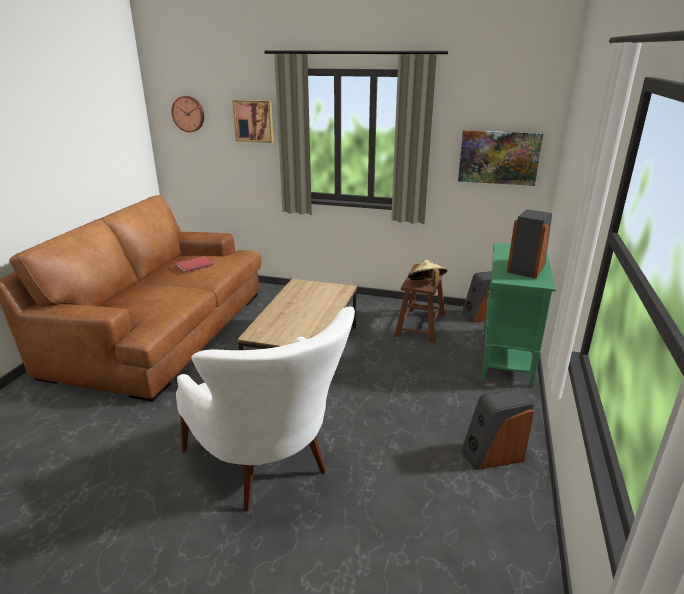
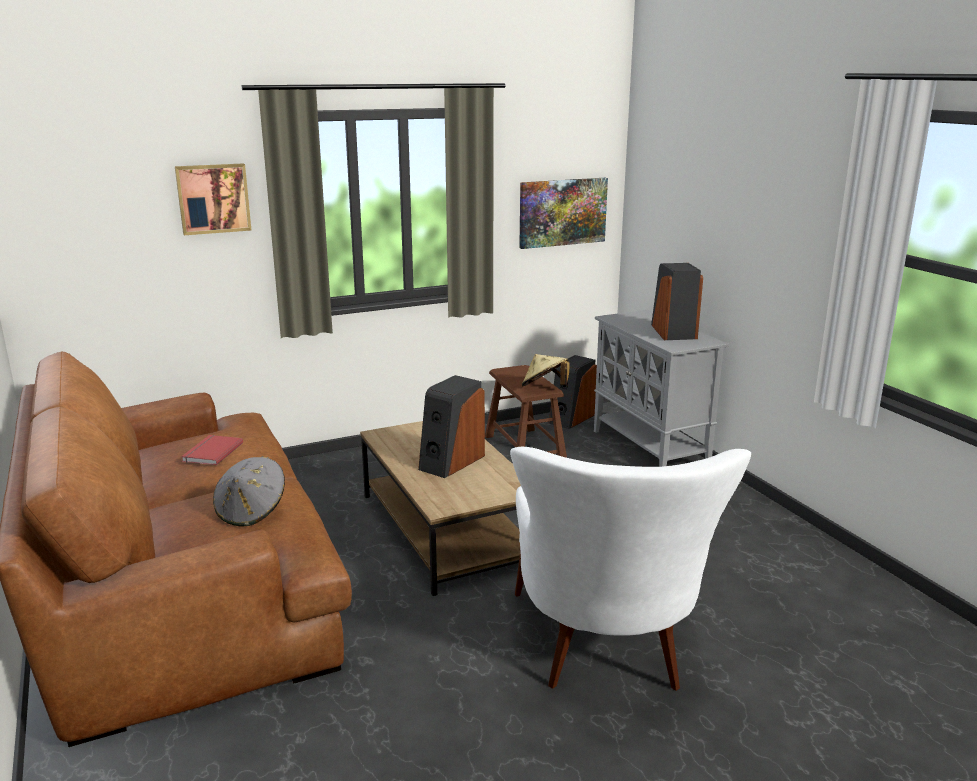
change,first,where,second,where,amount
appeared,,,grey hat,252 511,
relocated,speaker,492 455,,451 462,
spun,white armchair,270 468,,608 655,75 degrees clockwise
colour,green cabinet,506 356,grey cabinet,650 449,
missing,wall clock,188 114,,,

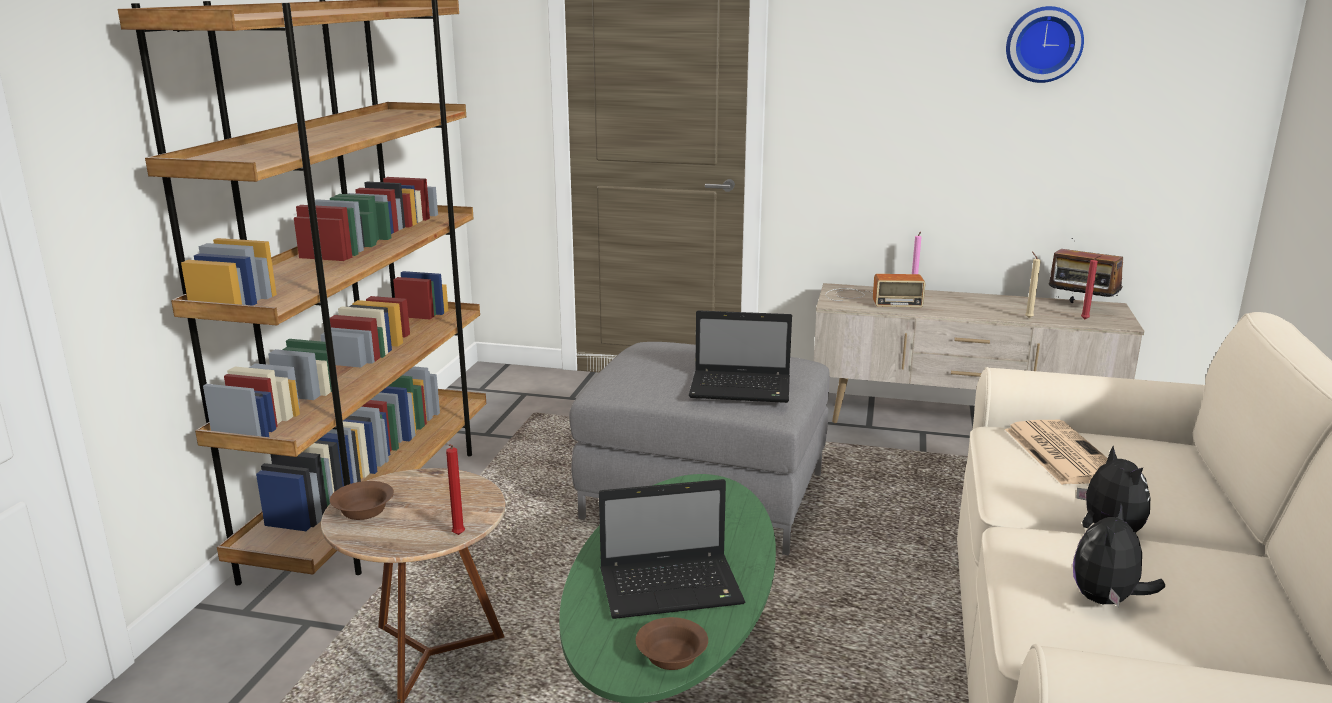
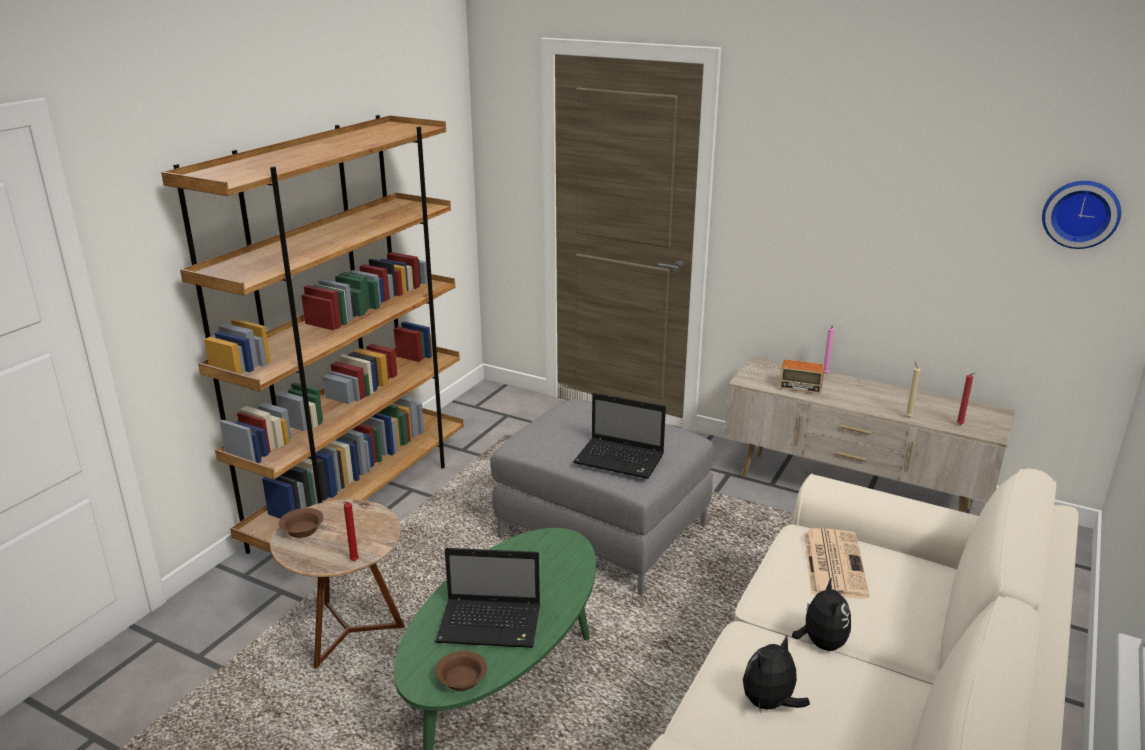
change,first,where,second,where,amount
relocated,wall clock,1043 44,,1081 213,
missing,radio,1081 307,,,

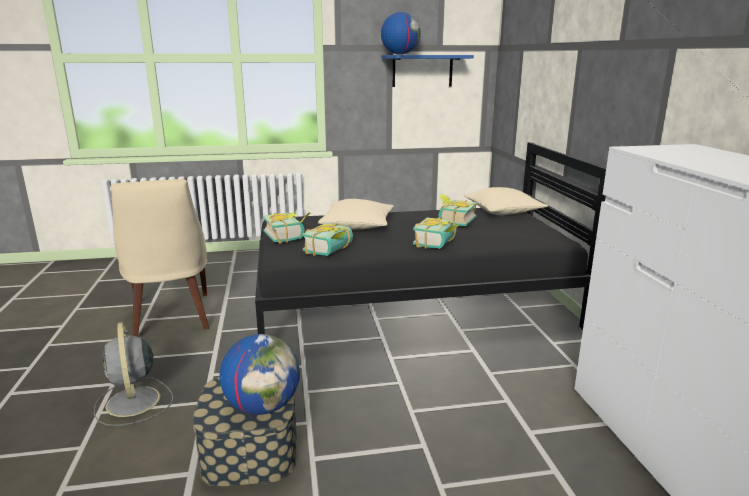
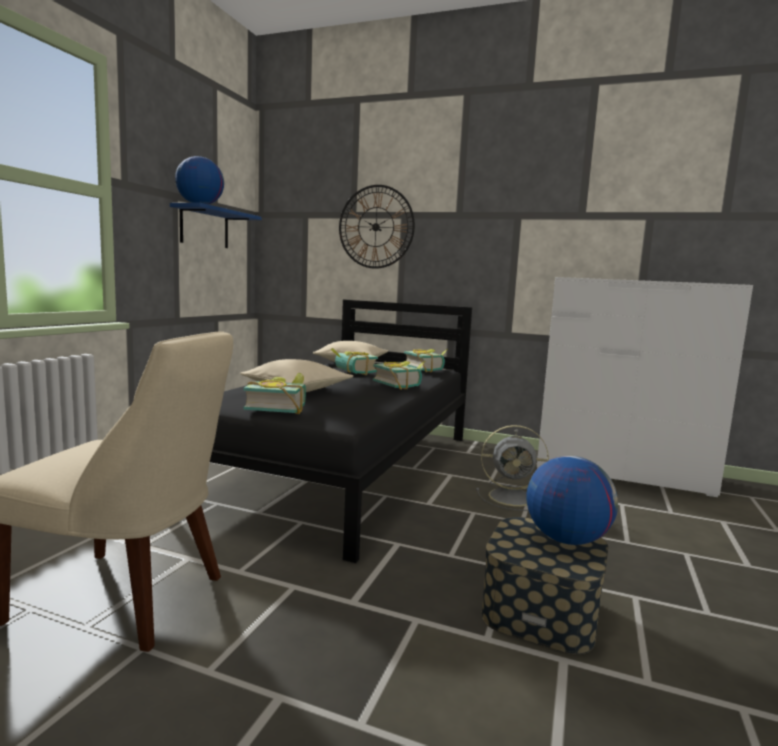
change,first,where,second,where,amount
appeared,,,wall clock,376 227,
relocated,book,332 251,,426 369,
relocated,grey fan,133 403,,513 497,

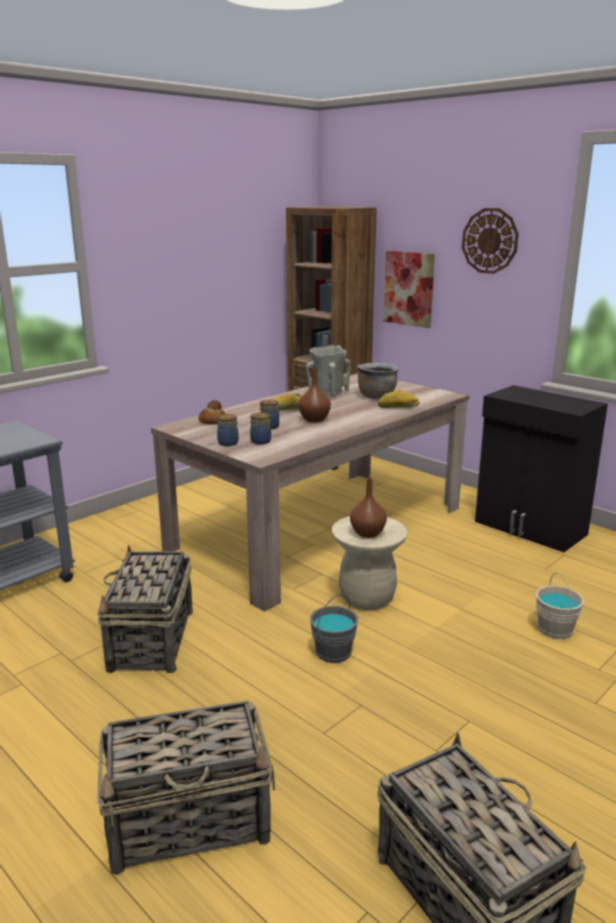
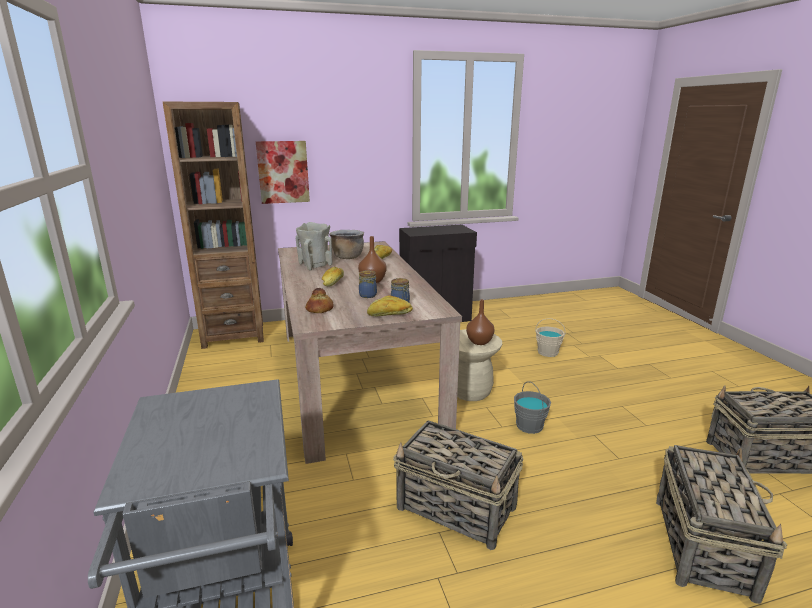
change,first,where,second,where,amount
exchanged,jar,228 443,bread,390 314,
missing,wall clock,490 241,,,

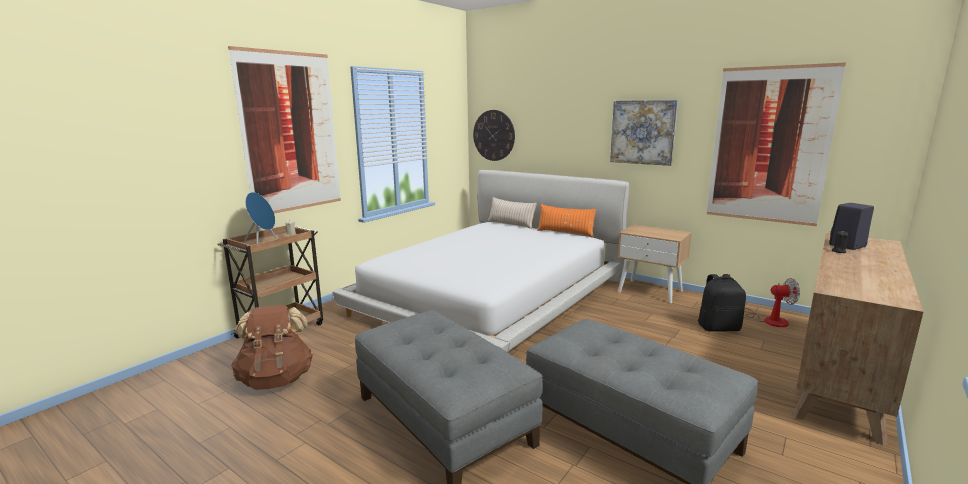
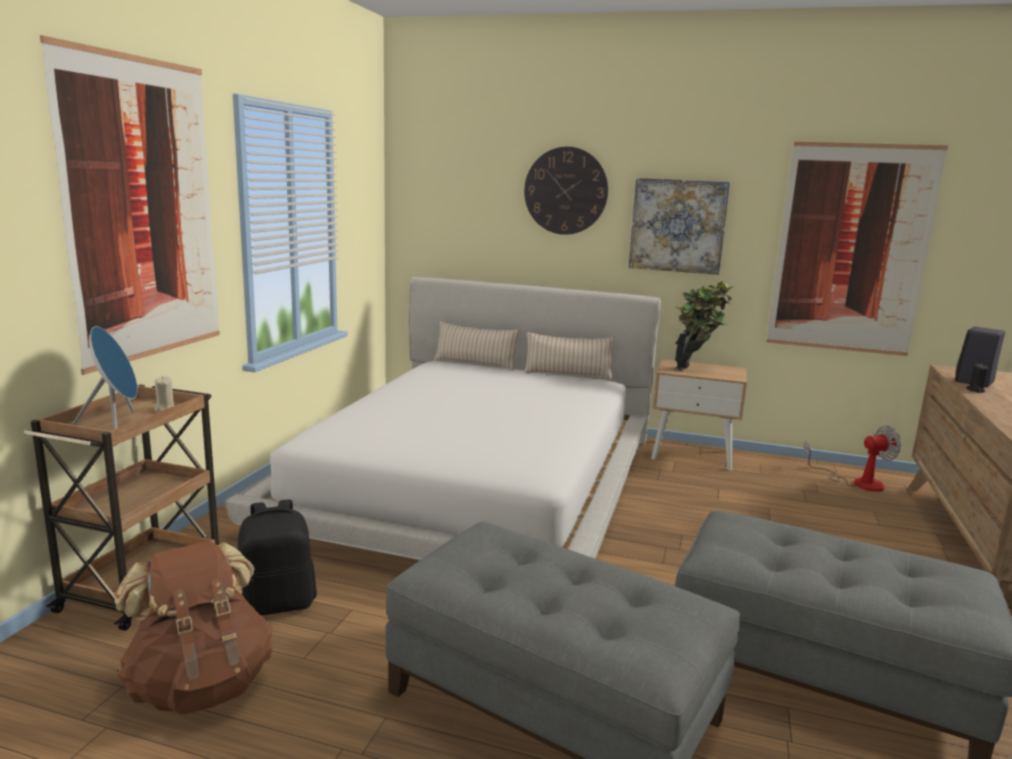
change,first,where,second,where,amount
relocated,black backpack,718 328,,278 603,
relocated,wall clock,494 135,,565 191,
colour,orange pillow,565 232,beige pillow,567 374,
appeared,,,potted plant,695 369,

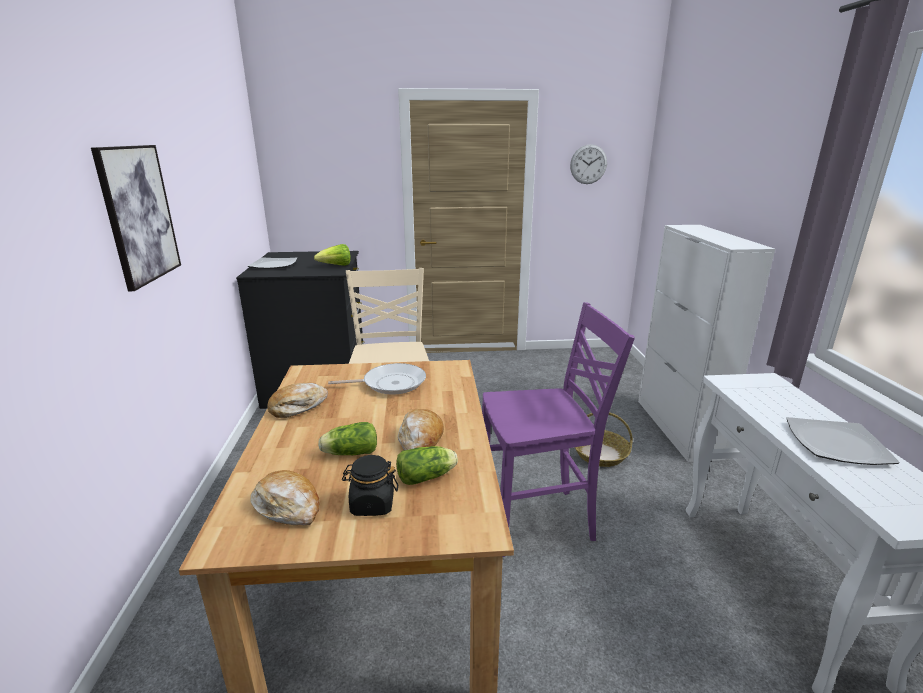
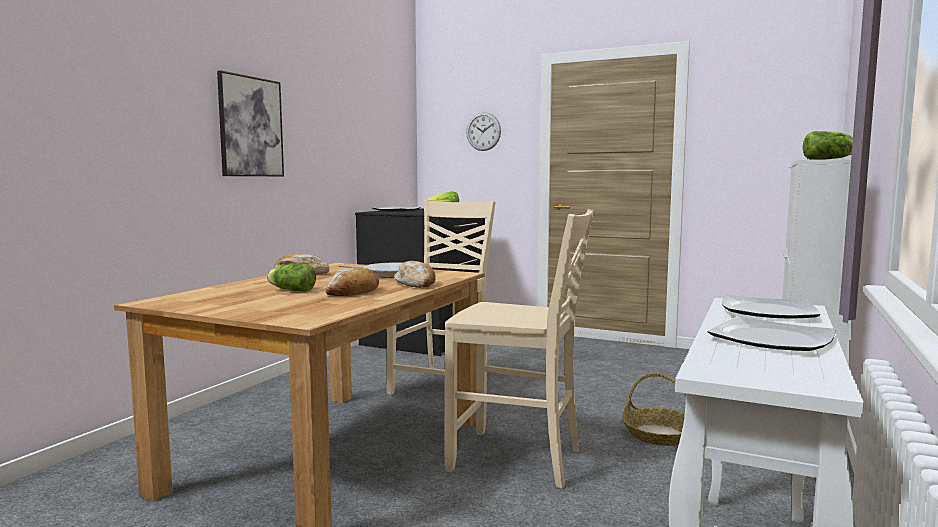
change,first,where,second,where,amount
relocated,bread,288 506,,416 284,
colour,purple chair,538 520,beige chair,518 460,
relocated,wall clock,588 164,,483 131,
appeared,,,plate,769 311,
relocated,lettuce,428 477,,830 159,
missing,black jar,372 504,,,

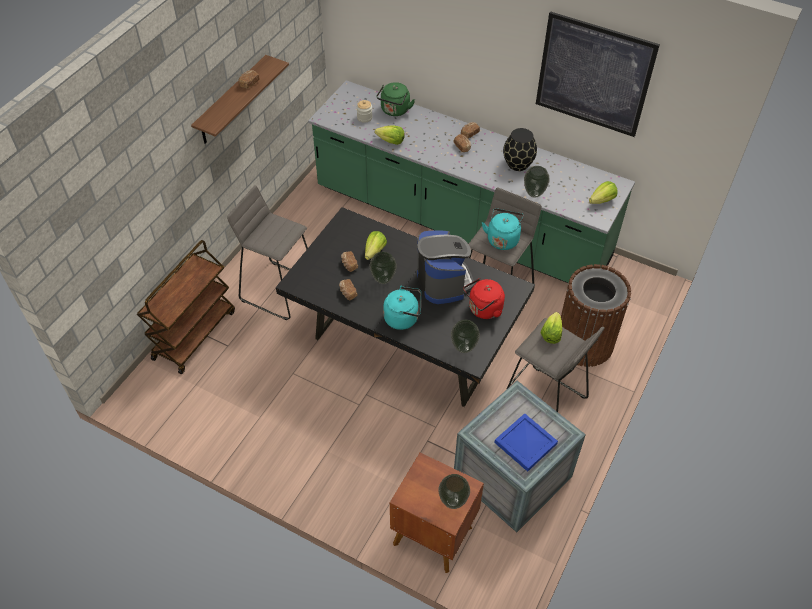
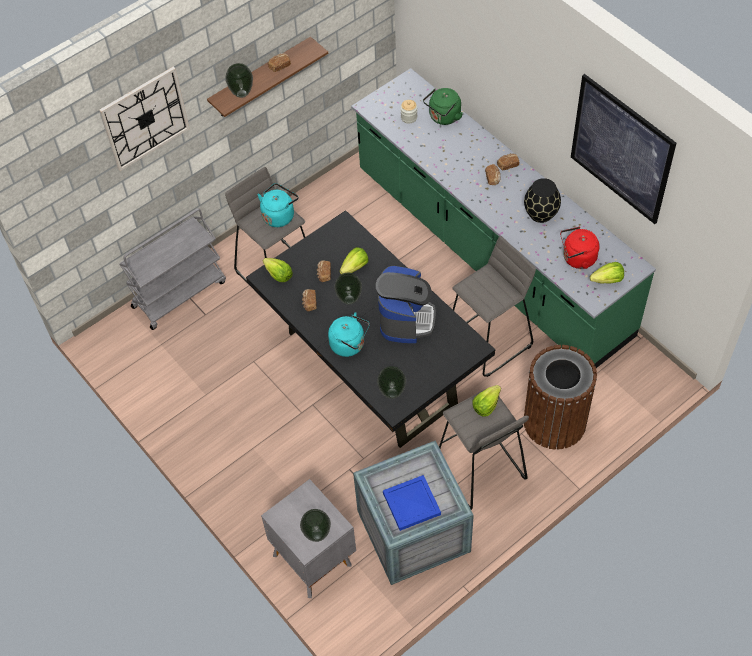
change,first,where,second,where,amount
appeared,,,wall clock,145 118,
colour,brown cart,194 334,grey cart,179 293,
relocated,vase,534 193,,242 93,
relocated,turquoise kettle,502 239,,279 215,
colour,brown nightstand,432 534,grey nightstand,312 558,
relocated,lettuce,391 141,,278 275,
relocated,red kettle,483 310,,577 258,

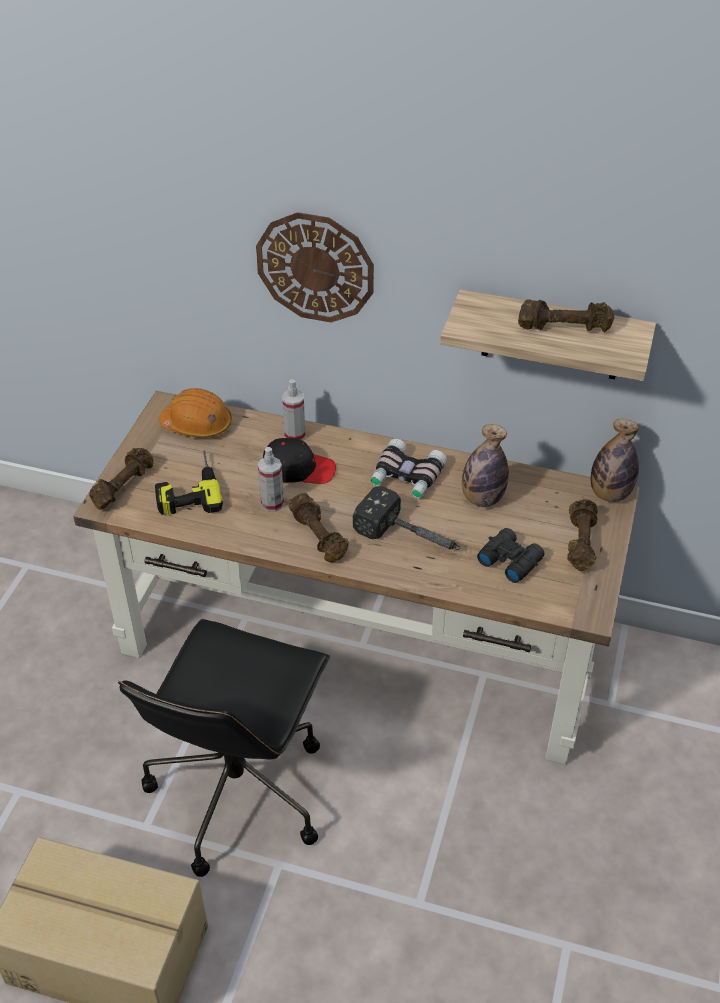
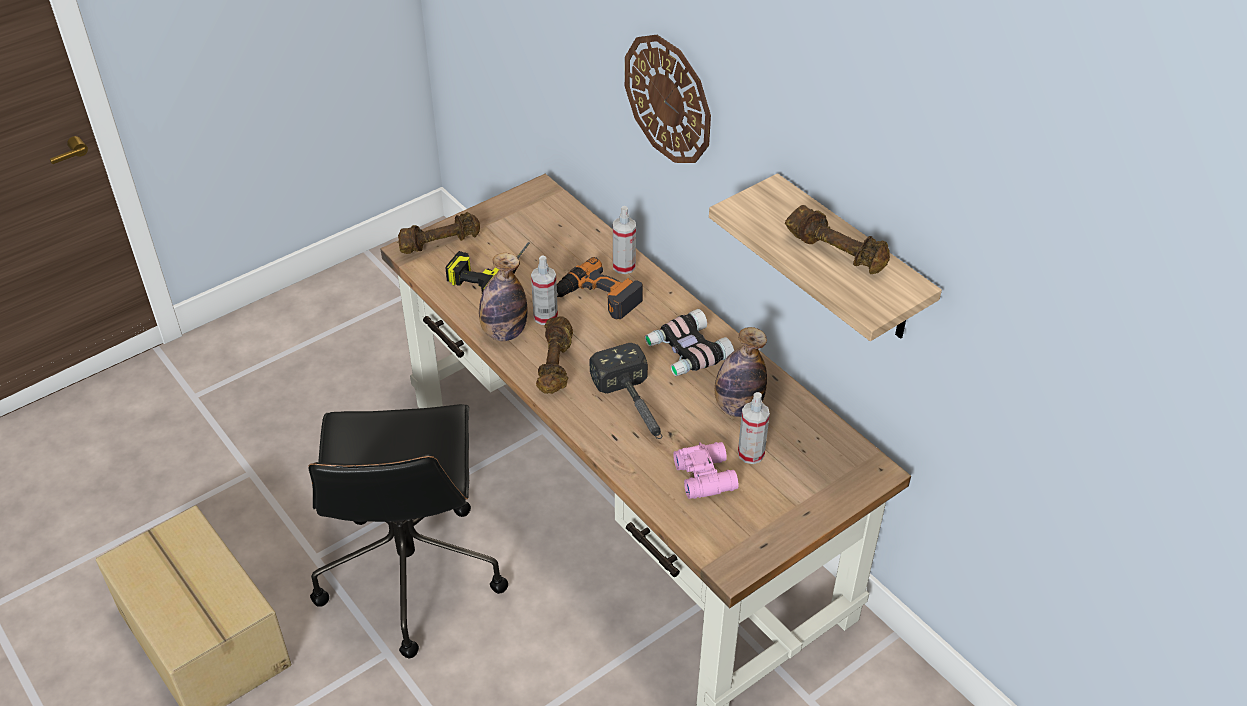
change,first,where,second,where,amount
spun,black office chair,238 789,,409 571,60 degrees counterclockwise
relocated,bottle,609 494,,504 333,
exchanged,black cap,298 469,power drill,597 298,
colour,black binoculars,509 560,pink binoculars,706 475,
appeared,,,spray bottle,751 454,
missing,orange hard hat,197 425,,,
missing,brown dumbbell,580 543,,,

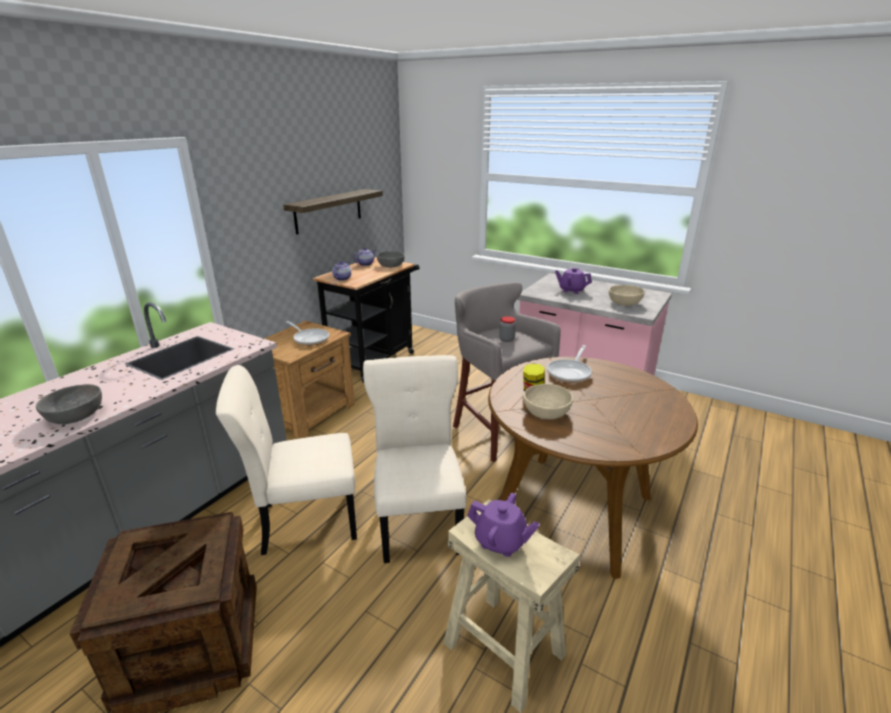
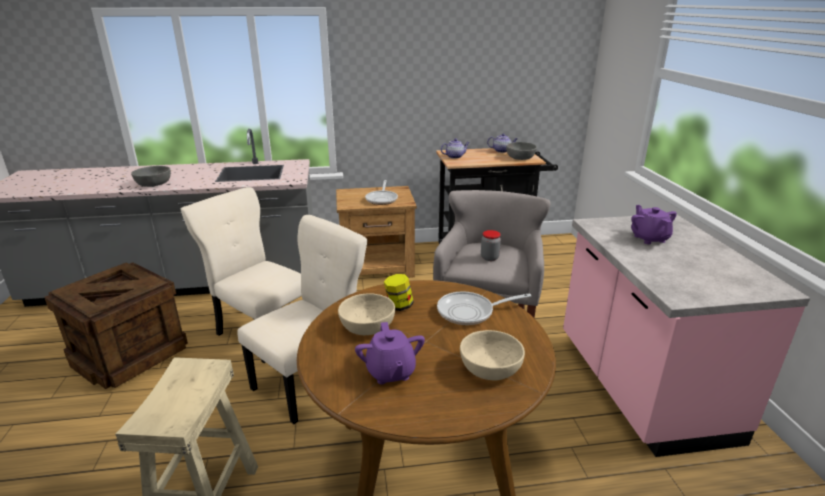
change,first,where,second,where,amount
relocated,purple teapot,500 541,,390 372,
relocated,beige bowl,624 302,,490 368,
missing,shelf,328 211,,,

